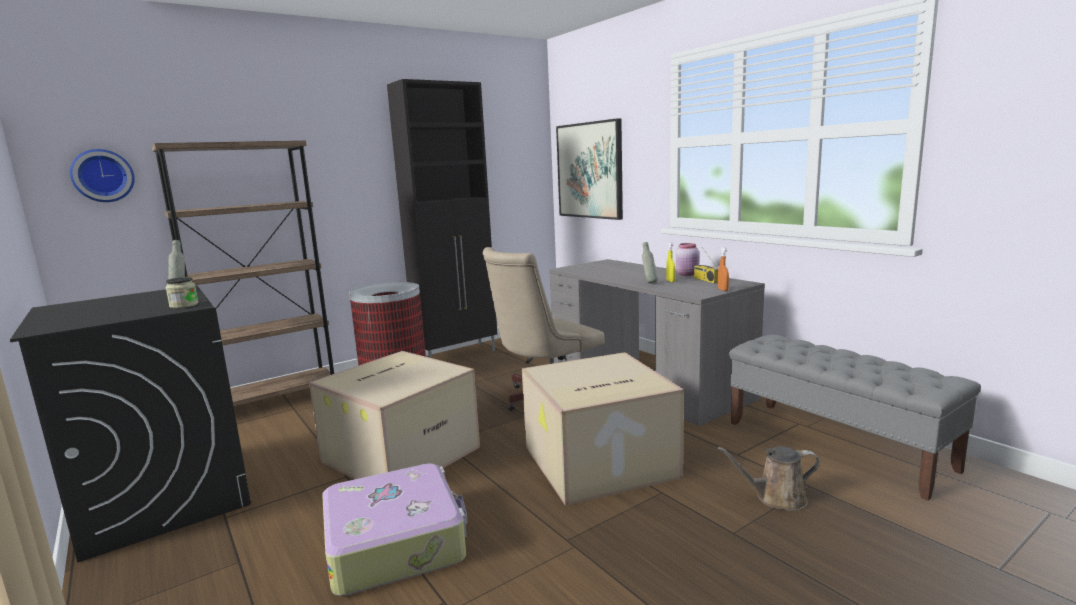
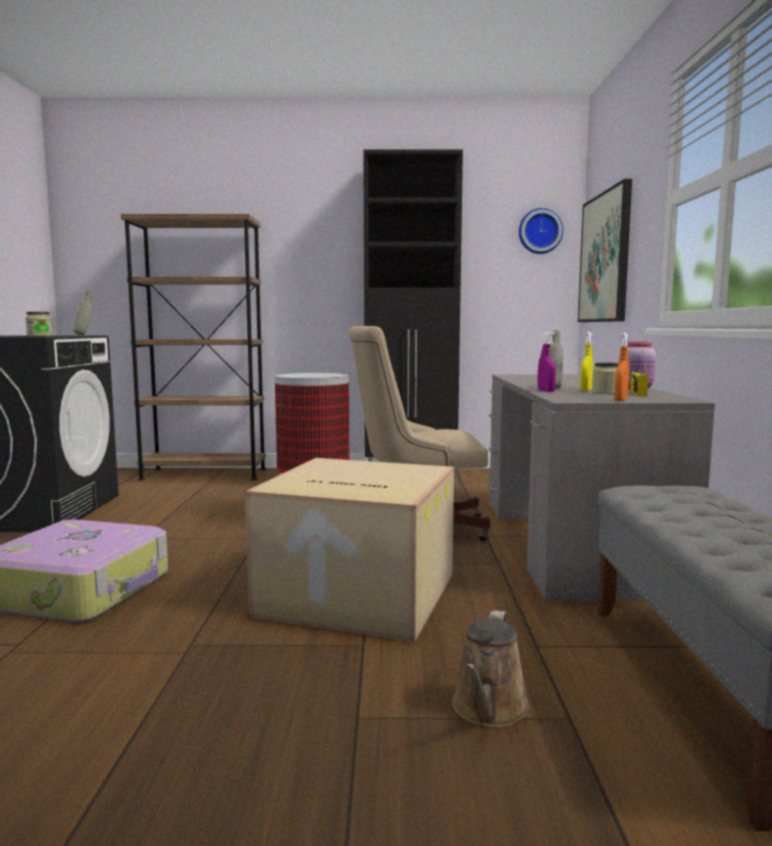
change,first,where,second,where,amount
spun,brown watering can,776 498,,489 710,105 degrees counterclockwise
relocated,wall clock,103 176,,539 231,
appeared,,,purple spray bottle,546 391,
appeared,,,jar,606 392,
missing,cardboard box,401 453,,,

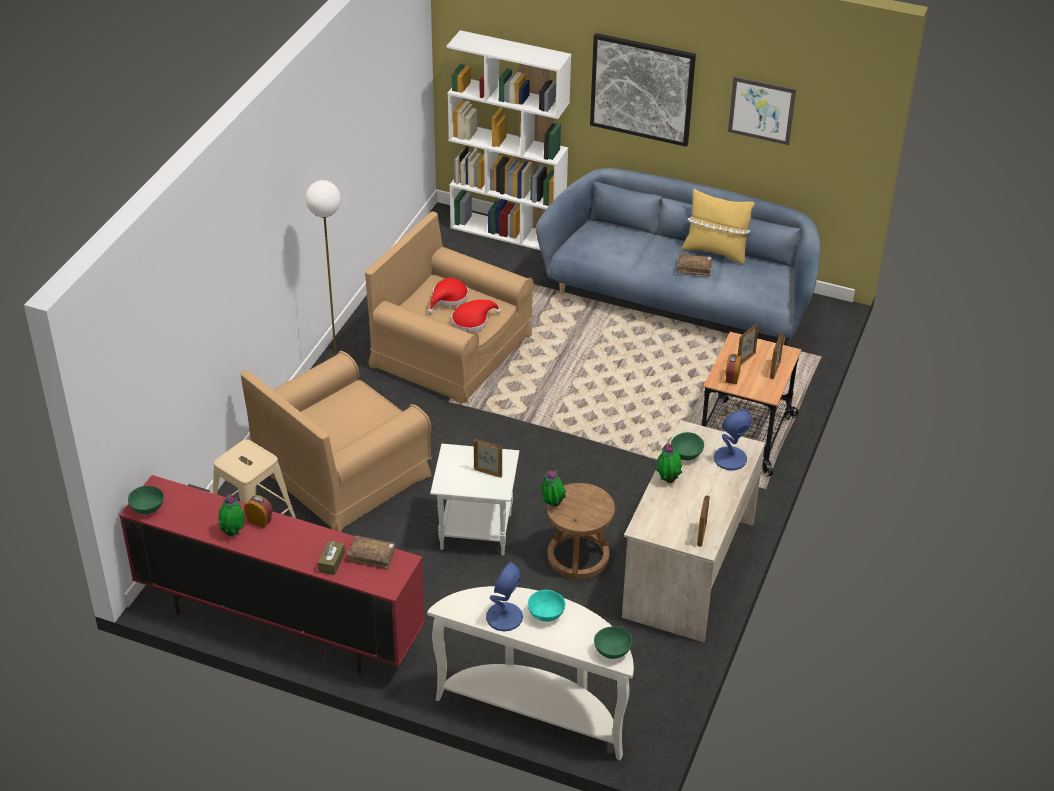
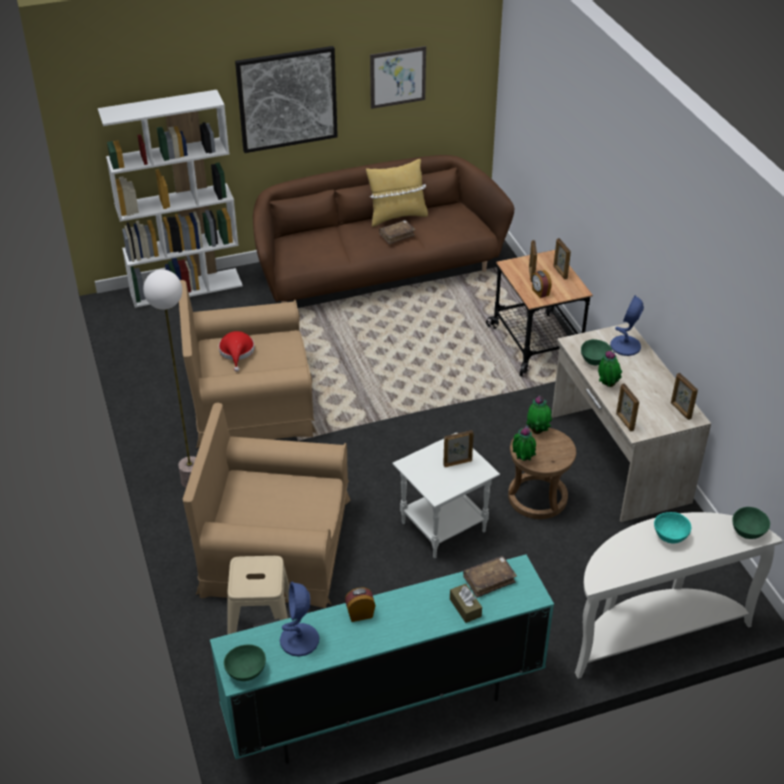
change,first,where,second,where,amount
spun,brown armchair,339 469,,276 546,90 degrees clockwise
colour,red tv stand,278 624,turquoise tv stand,383 708,
colour,blue sofa,681 298,brown sofa,375 272,
relocated,blue table lamp,504 617,,299 640,
relocated,potted plant,233 533,,537 431,
appeared,,,picture frame,624 422,
missing,red hat,472 321,,,

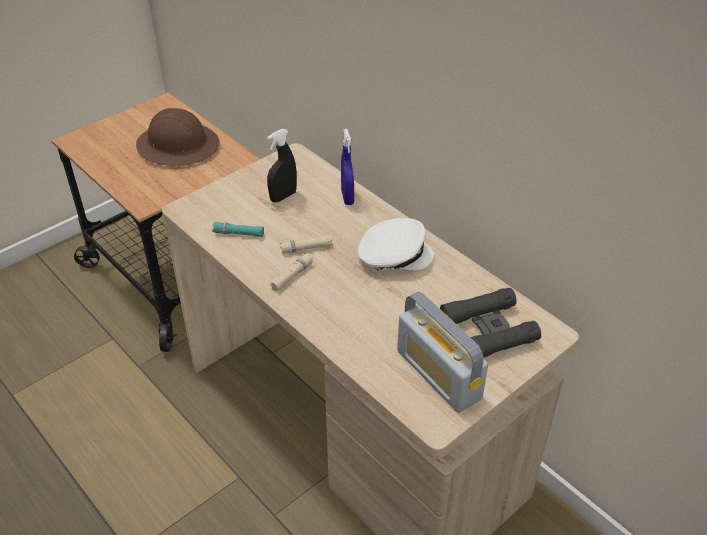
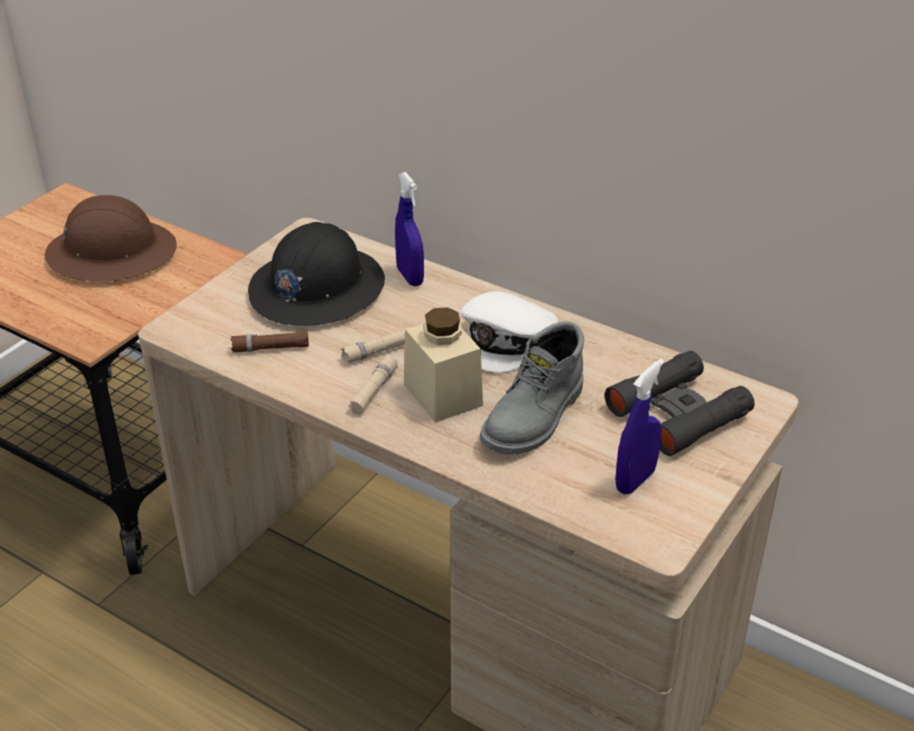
change,first,where,second,where,amount
colour,turquoise flashlight,238 233,brown flashlight,270 348,
exchanged,black spray bottle,283 196,black hard hat,316 289,
appeared,,,beige jar,443 395,
spun,white cap,393 255,,507 340,135 degrees clockwise
appeared,,,grey boot,535 418,
exchanged,radio,438 374,blue spray bottle,635 480,

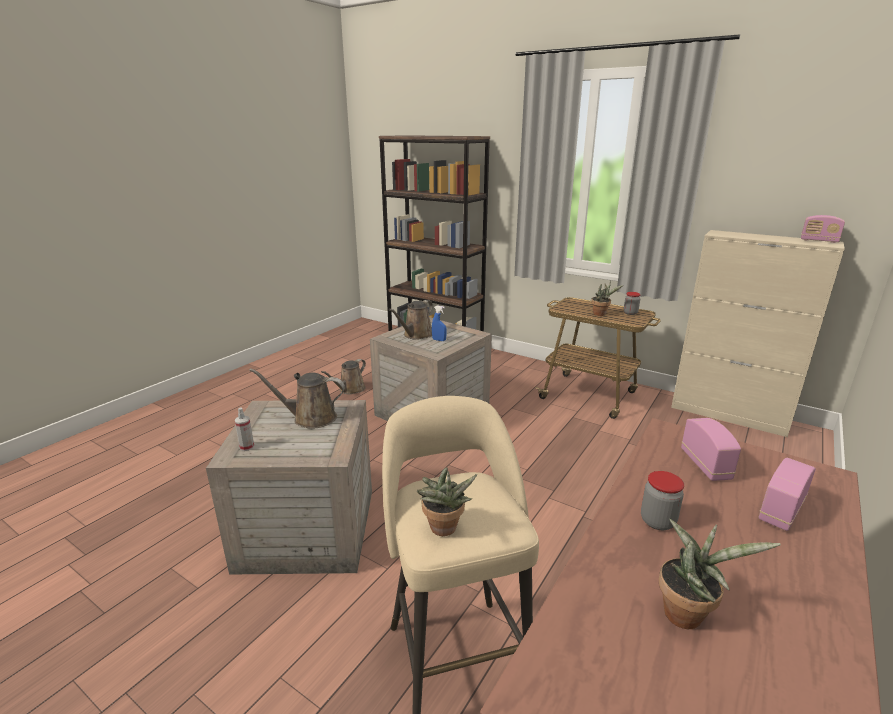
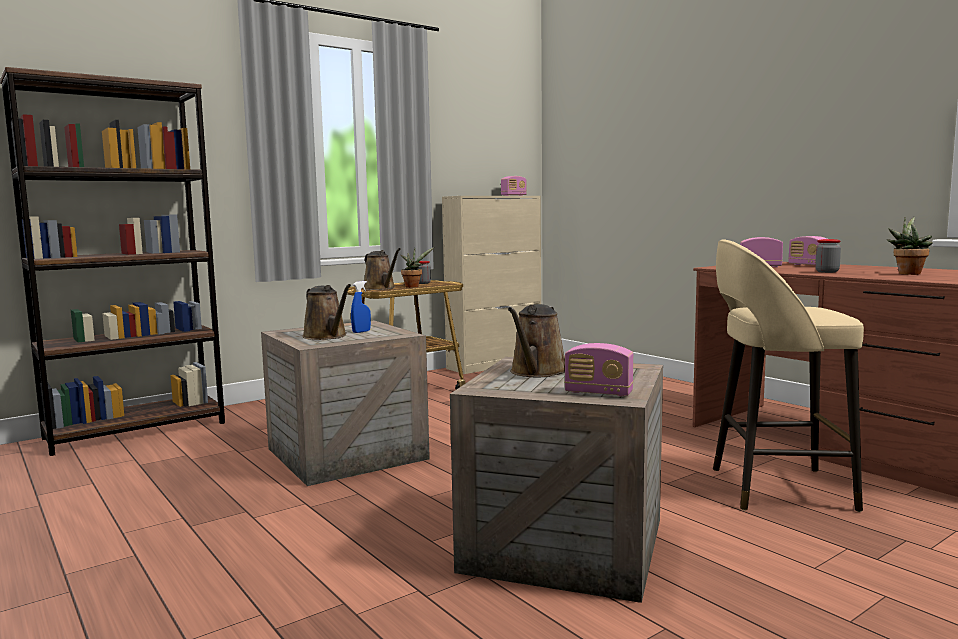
change,first,where,second,where,amount
relocated,brown watering can,350 390,,381 288,
exchanged,spray bottle,247 447,radio,598 393,
missing,potted plant,443 530,,,

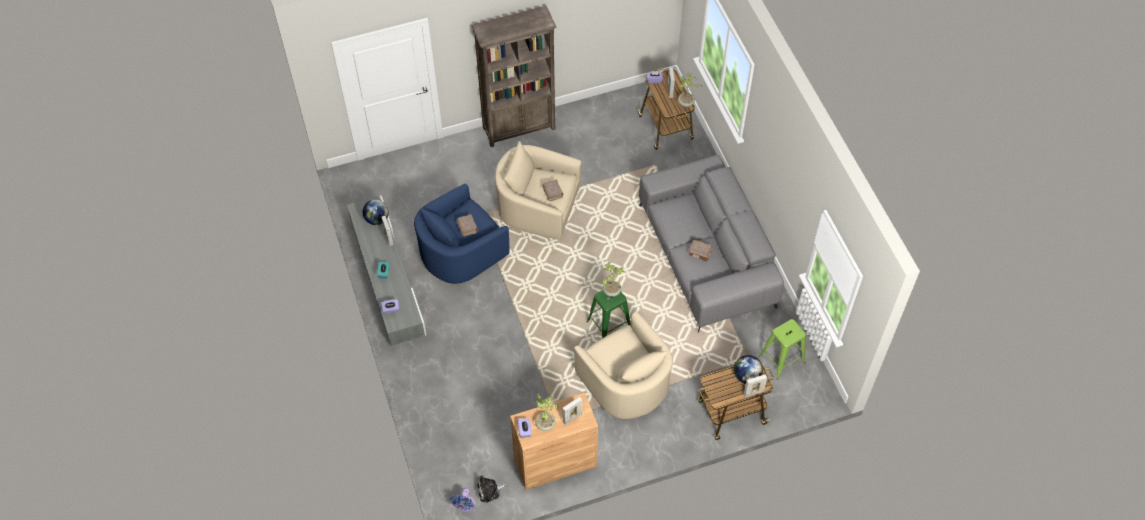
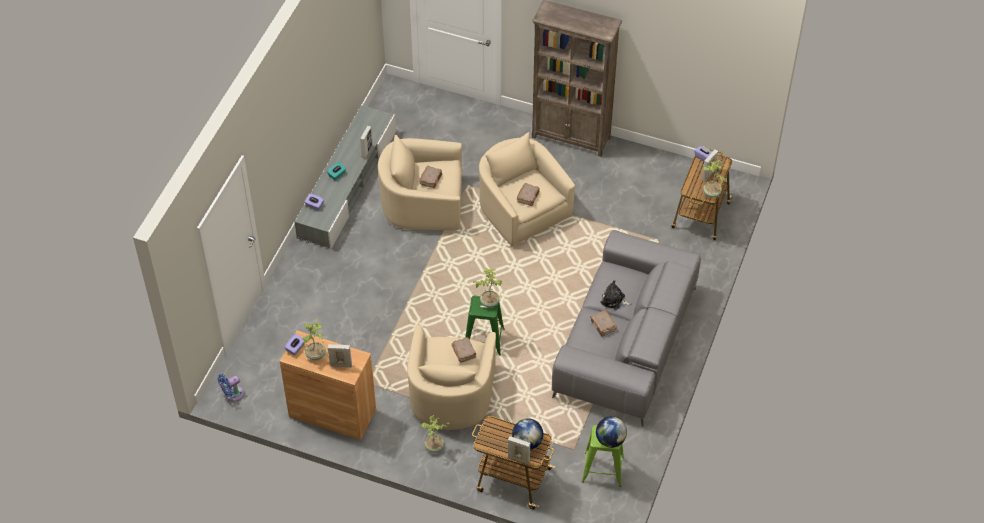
change,first,where,second,where,amount
colour,blue armchair,460 251,beige armchair,423 203,
appeared,,,potted plant,434 447,
appeared,,,brown book,464 352,
relocated,globe,377 219,,610 440,
relocated,plush toy,489 491,,614 300,

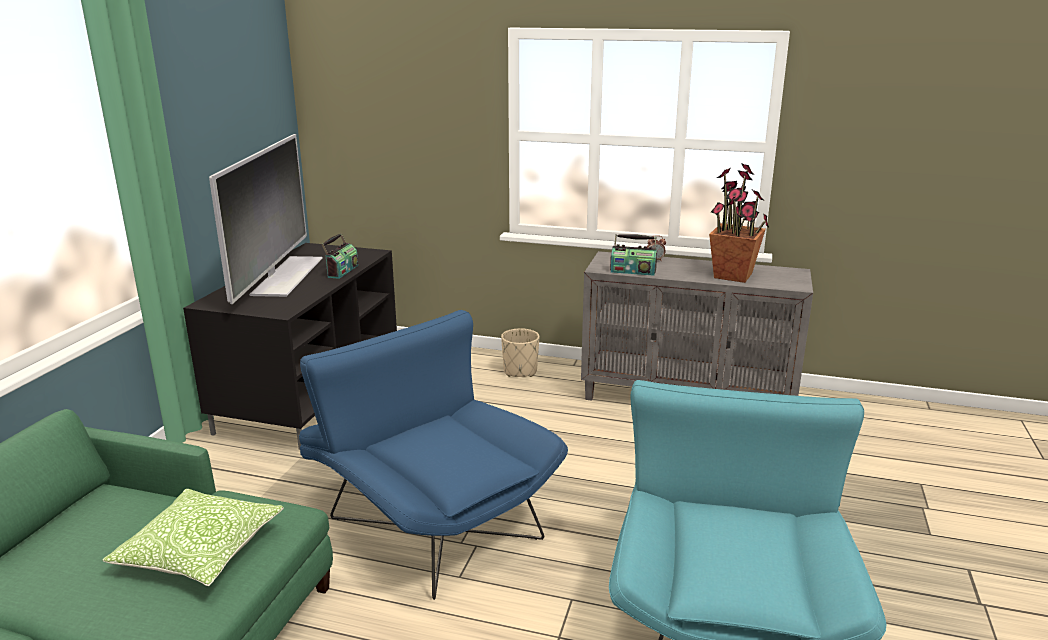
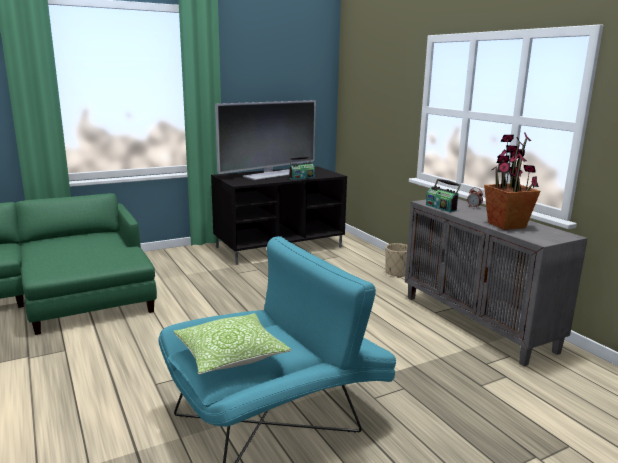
change,first,where,second,where,amount
relocated,pillow,200 551,,230 355,
missing,blue armchair,429 518,,,

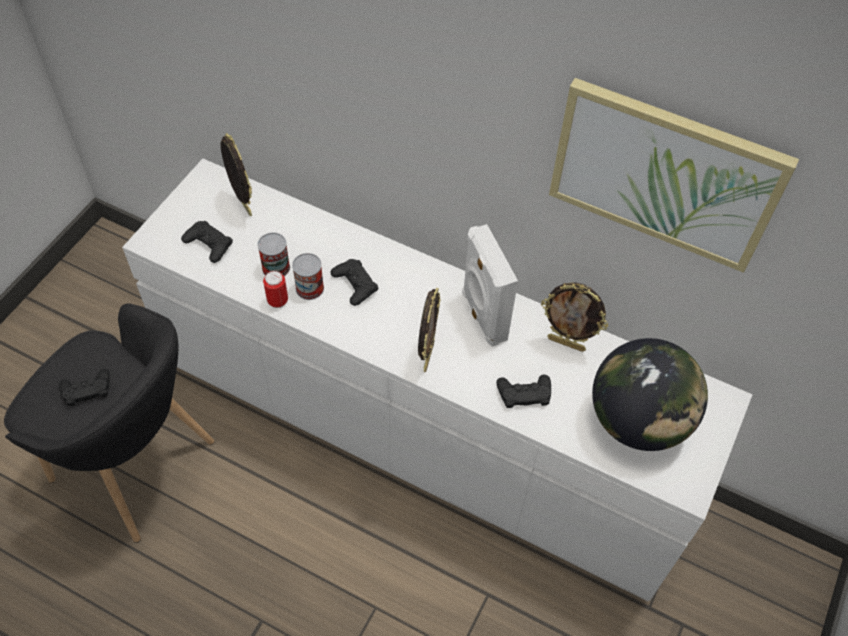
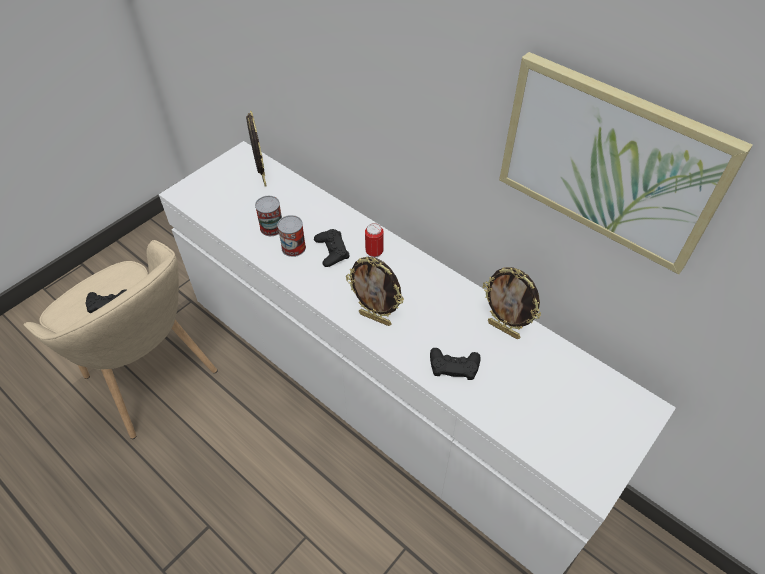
change,first,where,second,where,amount
colour,black armchair,135 467,beige armchair,151 379,
spun,picture frame,427 356,,375 318,90 degrees clockwise
relocated,can,277 301,,374 252,
missing,black game controller,208 244,,,
missing,white speaker,482 316,,,
missing,globe,637 421,,,

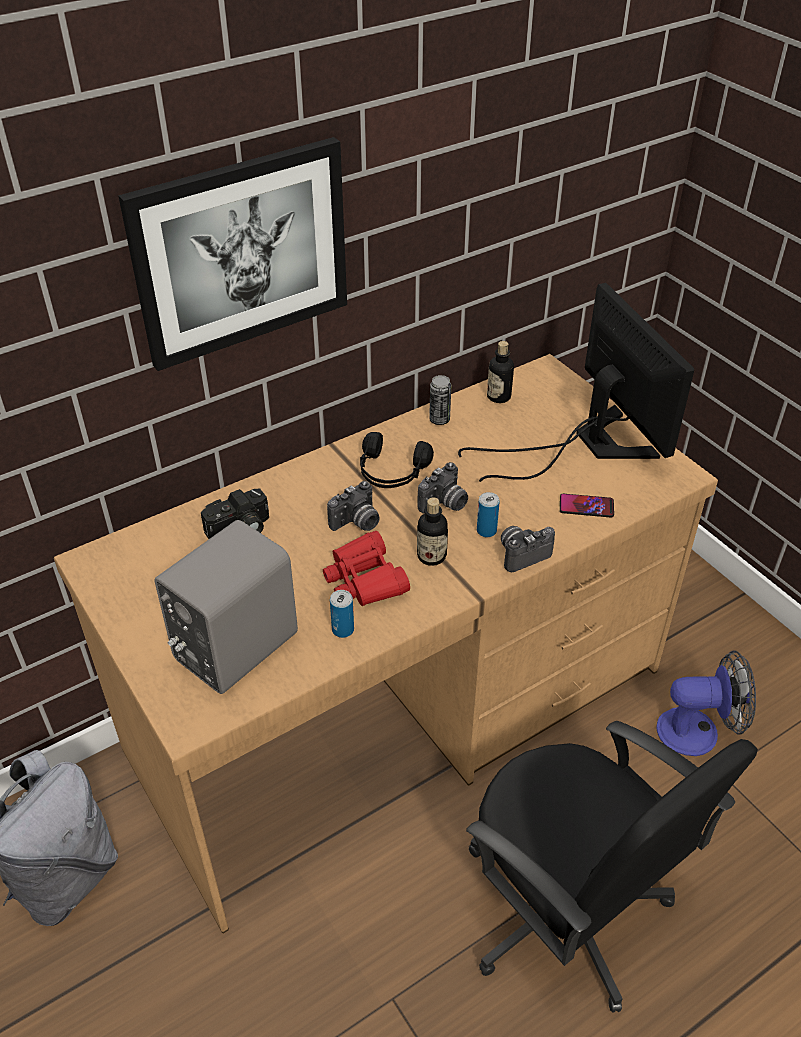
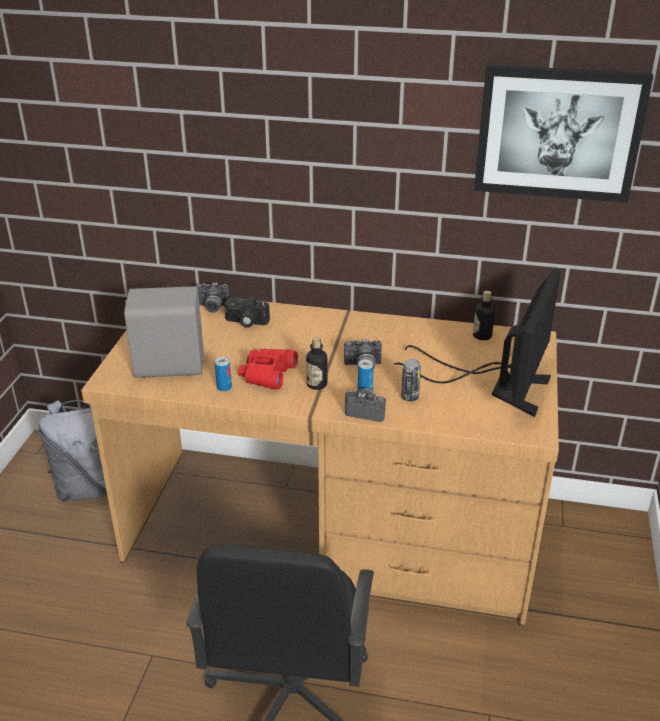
change,first,where,second,where,amount
relocated,photo camera,357 523,,212 308,
relocated,can,439 420,,409 397,
relocated,picture,241 253,,558 133,
missing,black headphones,391 472,,,
missing,phone,586 506,,,
missing,fan,698 731,,,

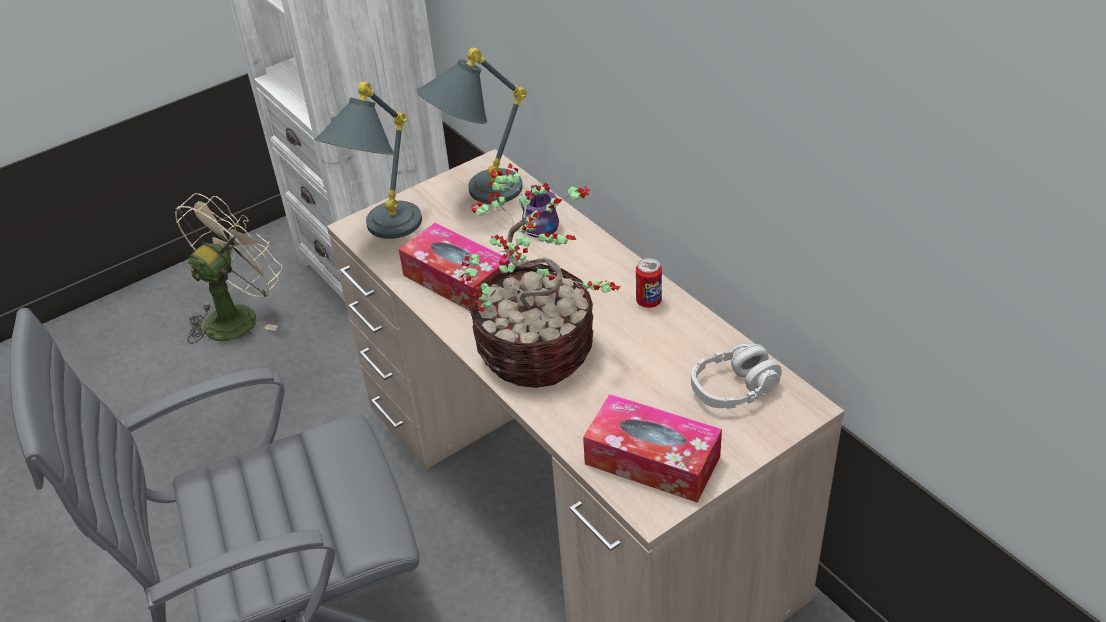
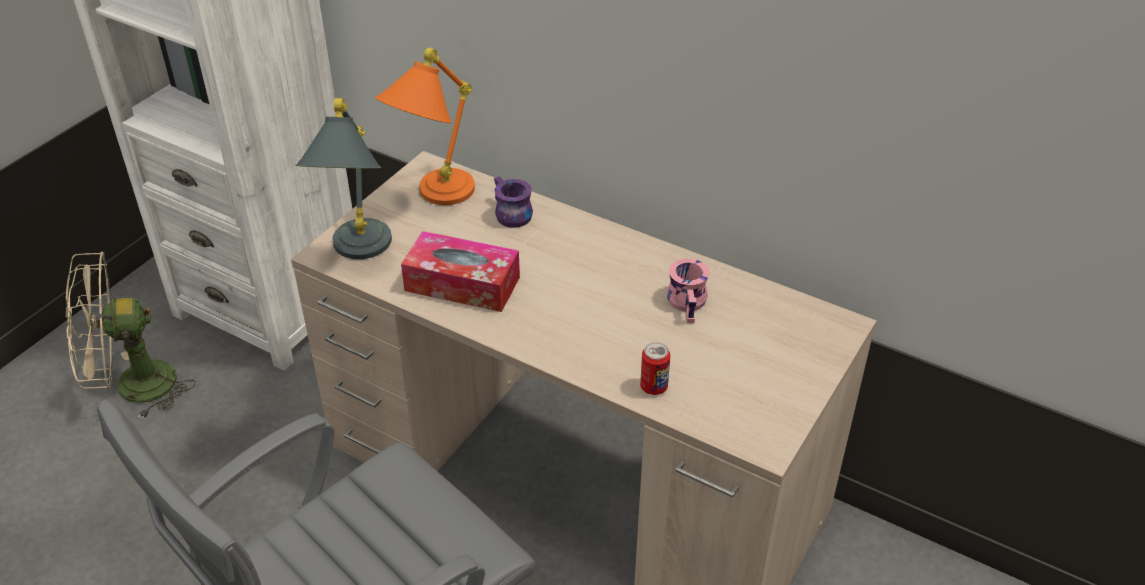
change,first,where,second,where,amount
spun,beige fan,238 316,,132 387,120 degrees counterclockwise
colour,grey table lamp,477 195,orange table lamp,433 199,
relocated,can,648 301,,653 387,
appeared,,,pink mug,690 303,
missing,potted plant,539 350,,,
missing,tissue box,652 460,,,
missing,grey headphones,734 388,,,

